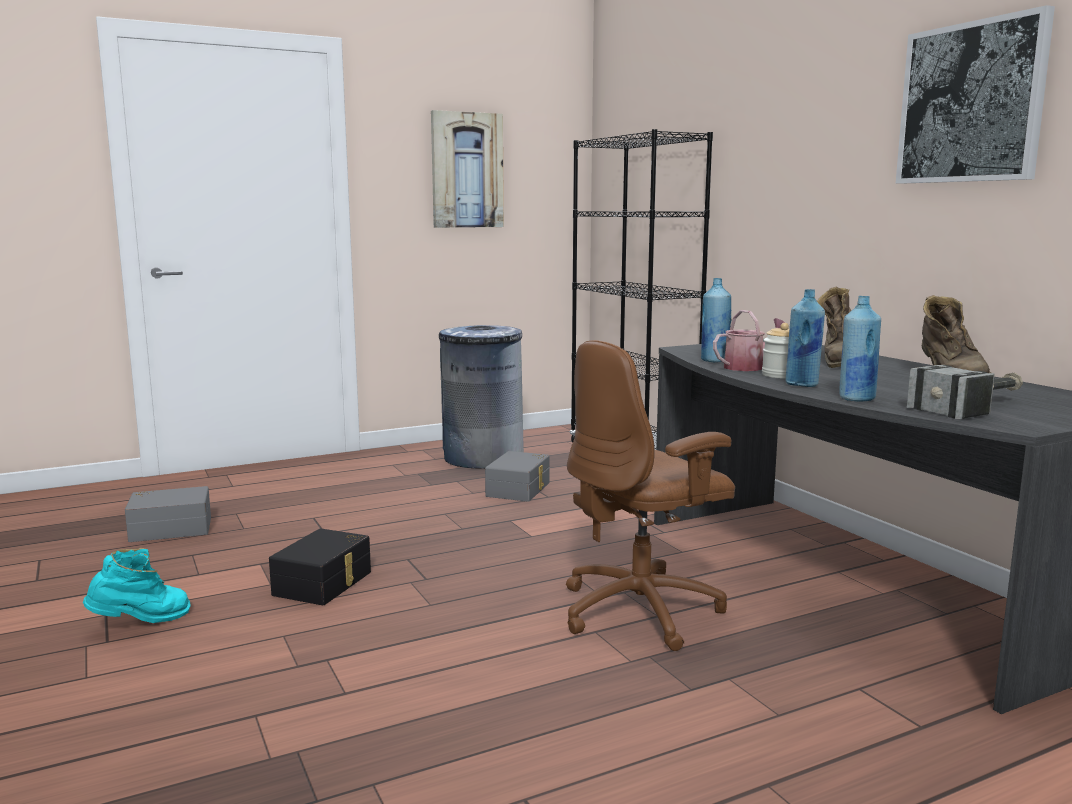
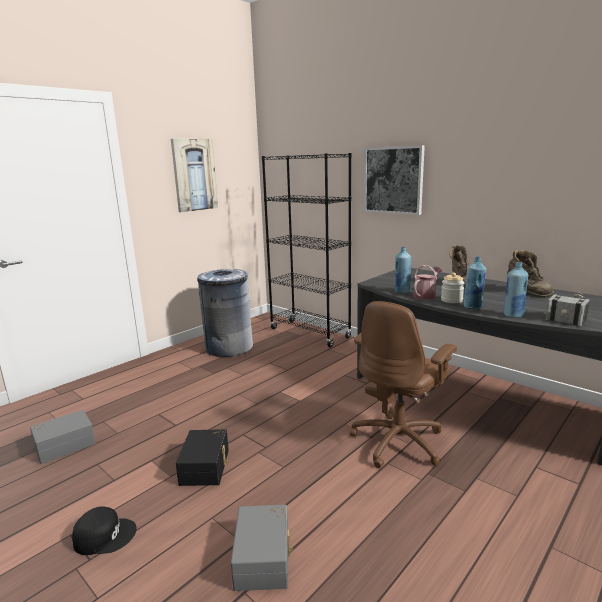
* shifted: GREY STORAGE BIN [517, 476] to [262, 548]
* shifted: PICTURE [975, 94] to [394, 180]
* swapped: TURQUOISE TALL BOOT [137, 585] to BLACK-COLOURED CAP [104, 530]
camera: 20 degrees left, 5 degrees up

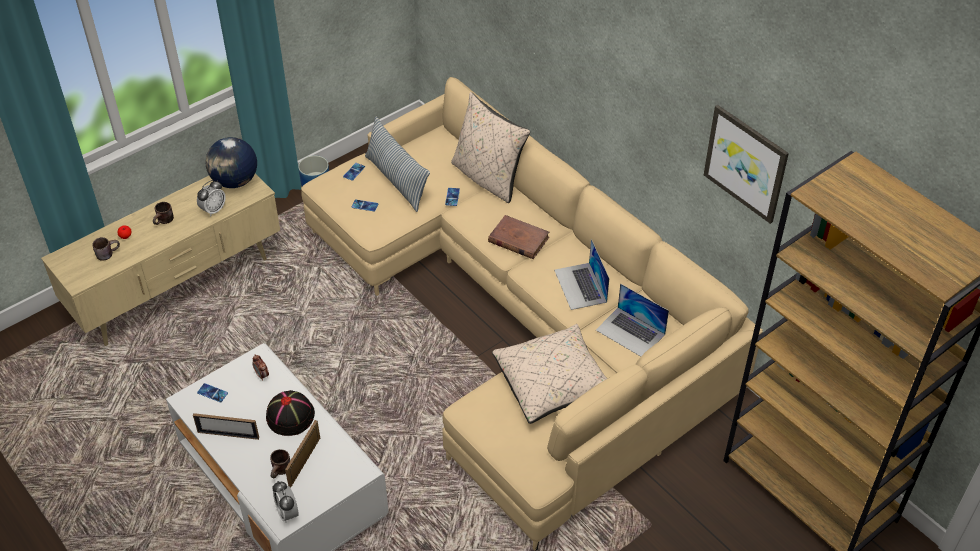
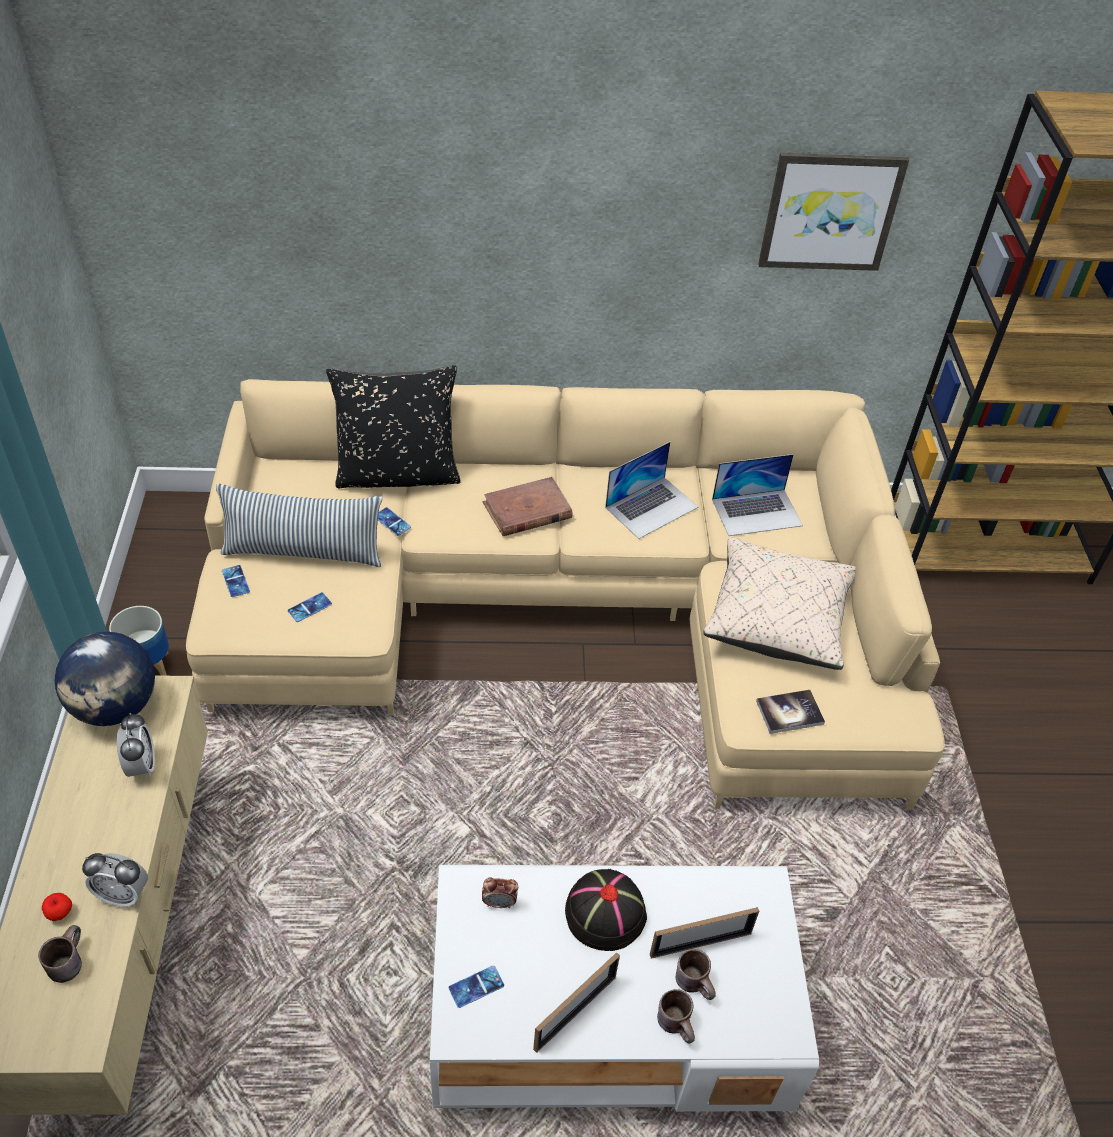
* new: BOUND BOOK [790, 712]
* shifted: BROWN COFFEE MUG [163, 213] to [676, 1016]
* shifted: ALARM CLOCK [285, 501] to [115, 880]
* repainted: SAND-COLOURED CUSHION [490, 147] to BLACK-COLOURED CUSHION [393, 427]
* rotated: PICTURE FRAME [302, 453] = [704, 933] 75 degrees counterclockwise
* rotated: NOTEBOOK COMPUTER [582, 274] = [651, 490] 60 degrees counterclockwise
camera: 55 degrees left, 0 degrees up

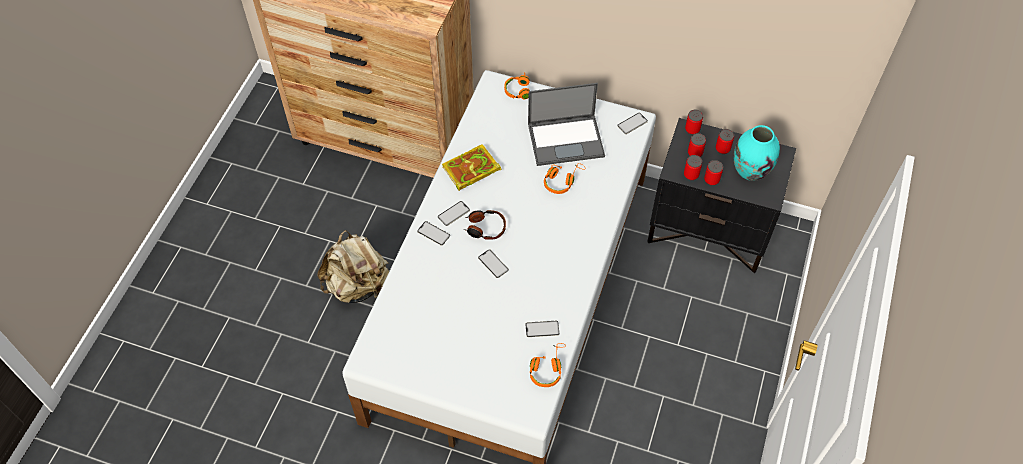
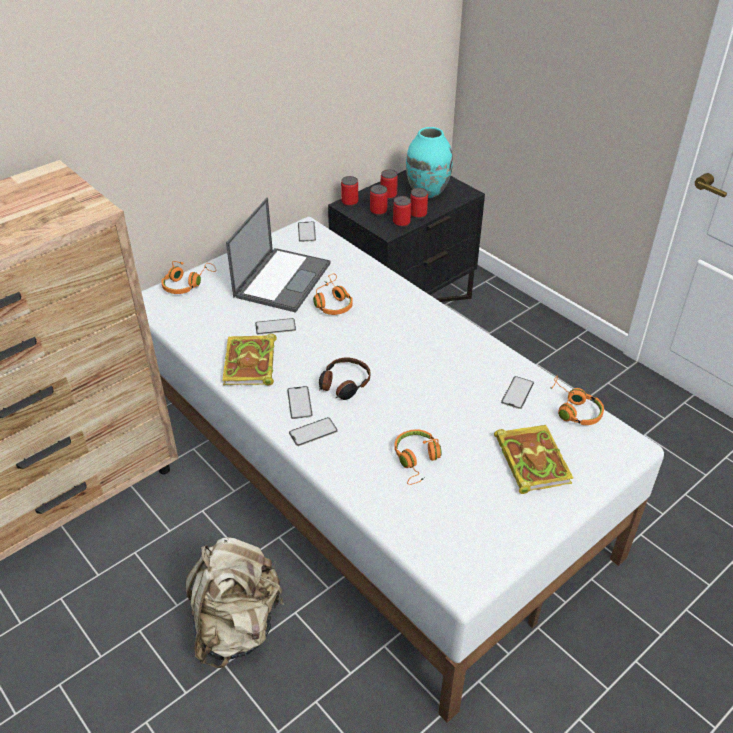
* new: ORANGE-COLOURED HEADPHONES [417, 457]
* new: BOUND BOOK [533, 459]
* shifted: TELEPHONE [493, 263] to [275, 326]
camera: 60 degrees left, 15 degrees down

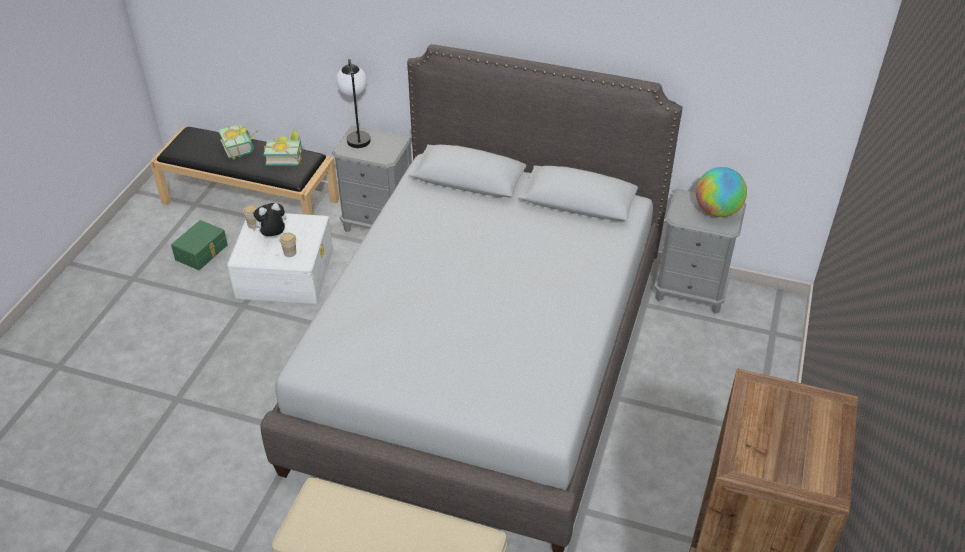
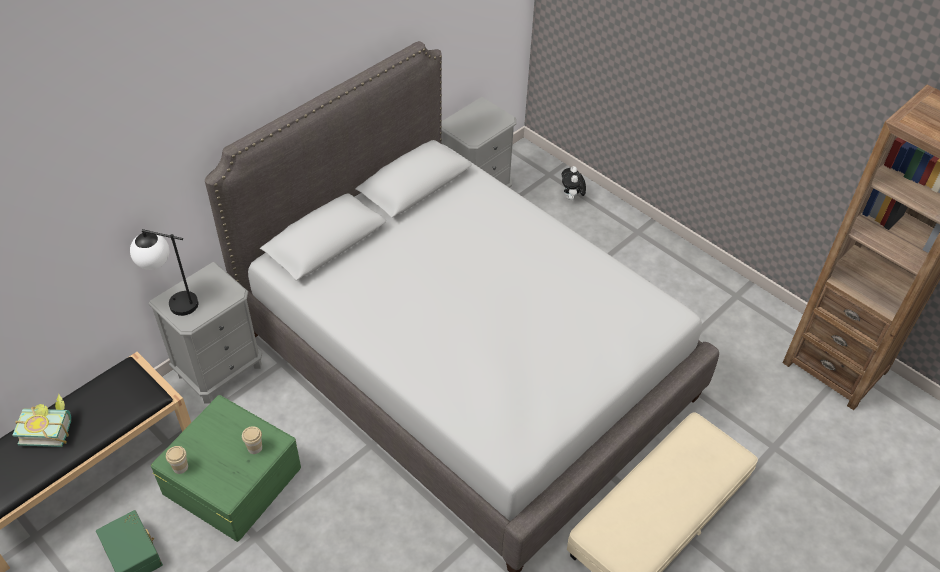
* gone: BOUND BOOK [283, 147]
* gone: WORLD GLOBE [721, 192]
* shifted: SOFT TOY [270, 219] to [574, 183]
* repainted: WHITISH STORAGE BIN [280, 258] to GREEN STORAGE BIN [226, 468]
camera: 65 degrees left, 5 degrees up

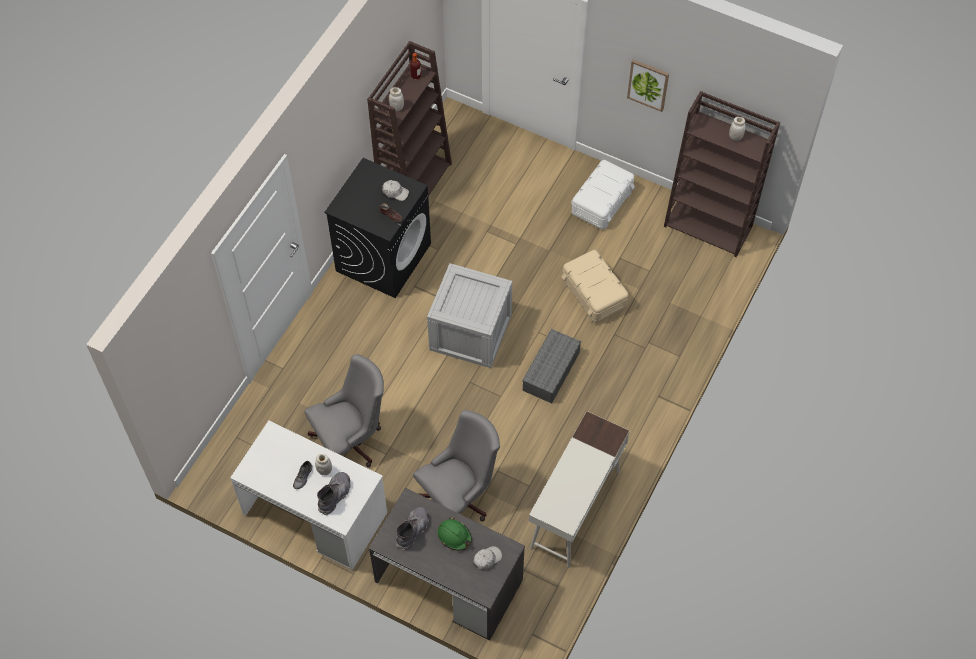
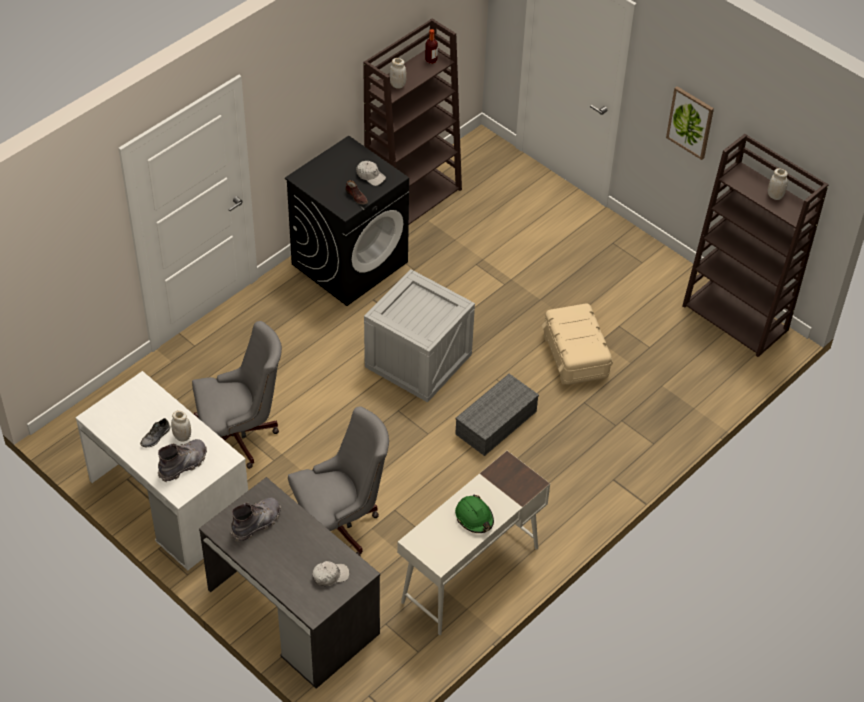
* gone: WHITISH STORAGE BIN [603, 194]
* shifted: GREEN HARD HAT [455, 534] to [474, 514]
camera: 15 degrees right, 10 degrees down

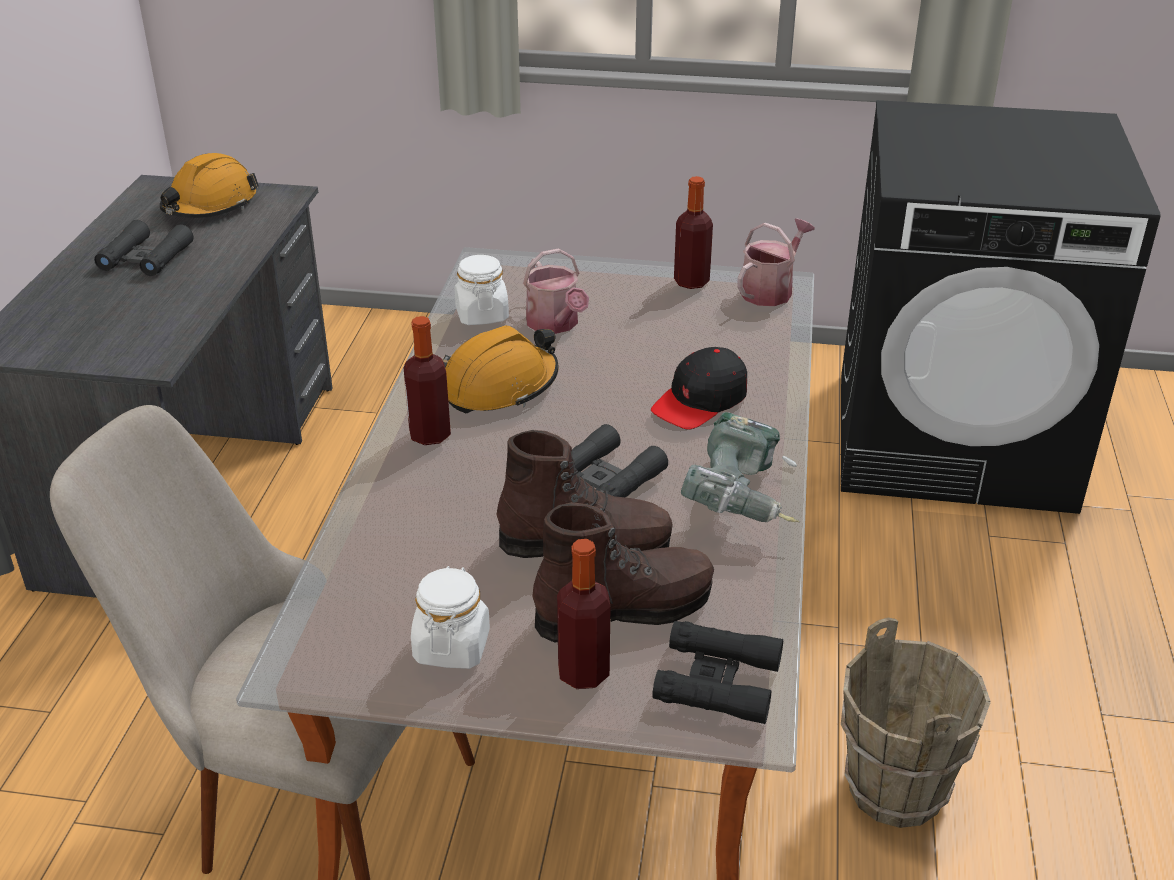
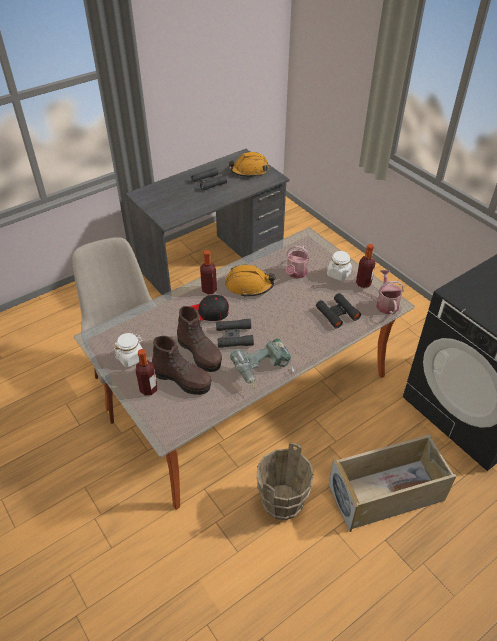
* new: SAND-COLOURED STORAGE BIN [392, 483]
* shifted: WHITISH STORAGE JAR [481, 290] to [339, 266]
* shifted: BLACK-COLOURED CAP [699, 388] to [209, 308]
* shifted: BLACK-COLOURED FIELD GLASSES [717, 672] to [338, 311]
* rotated: SPRINKLING CAN [776, 262] = [390, 292] 90 degrees counterclockwise
camera: 45 degrees right, 10 degrees up

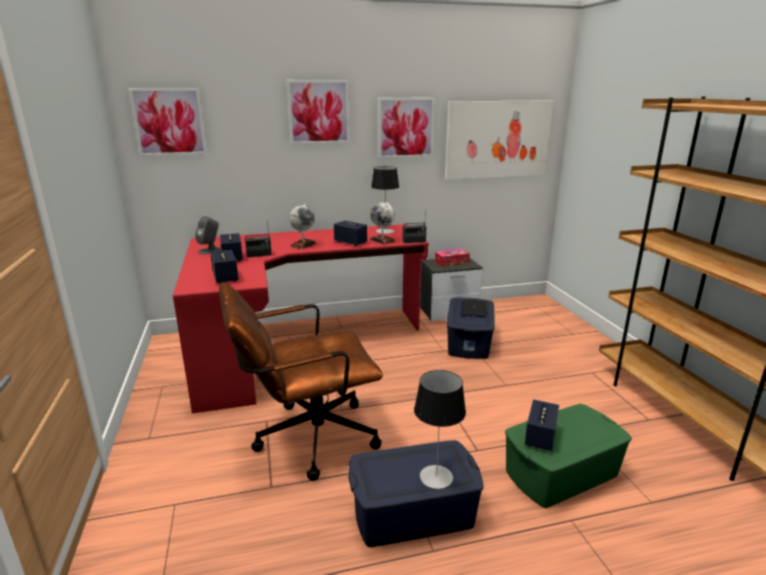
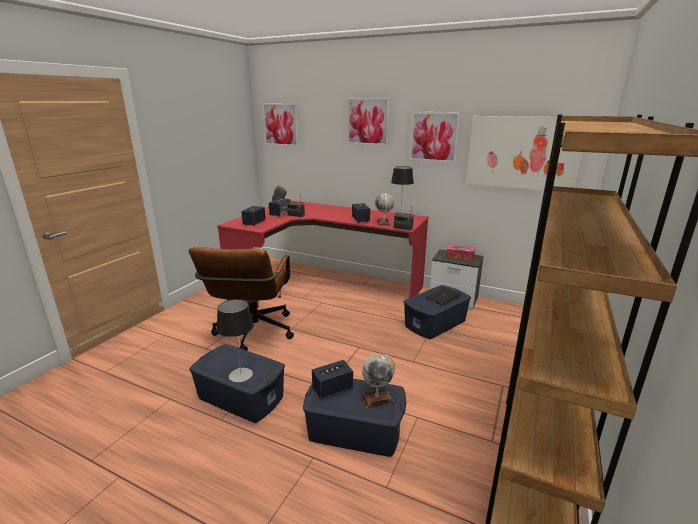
* shifted: WORLD GLOBE [303, 226] to [378, 382]
* repainted: GREEN STORAGE BIN [568, 456] to BLUE STORAGE BIN [355, 418]
* rotated: BROWN COMPUTER CHAIR [301, 381] = [241, 299] 105 degrees counterclockwise
camera: 40 degrees right, 0 degrees up

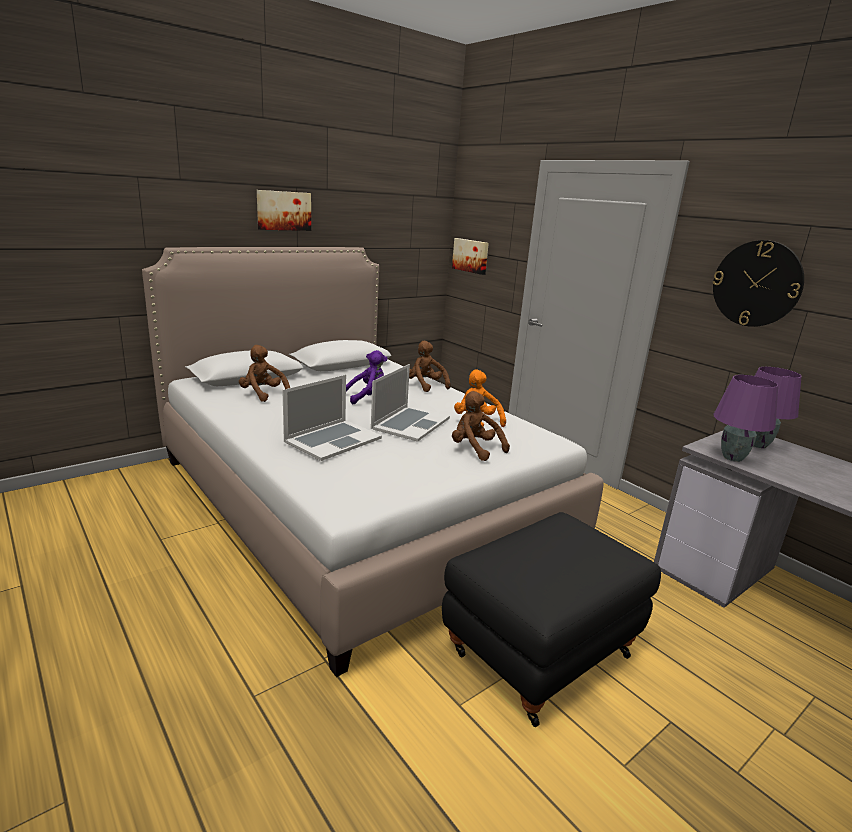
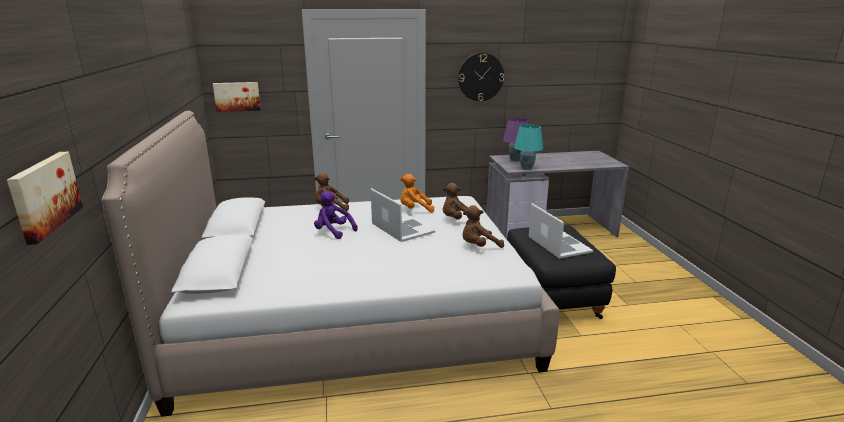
* shifted: BROWN SOFT TOY [264, 373] to [483, 226]
* shifted: PICTURE [284, 210] to [45, 198]
* shifted: NOTEBOOK COMPUTER [332, 418] to [561, 231]
* repainted: PURPLISH TABLETOP LAMP [746, 418] to TURQUOISE TABLETOP LAMP [528, 147]
* rotated: PURPLISH SOFT TOY [367, 377] = [336, 215] 60 degrees counterclockwise
camera: 60 degrees left, 0 degrees up

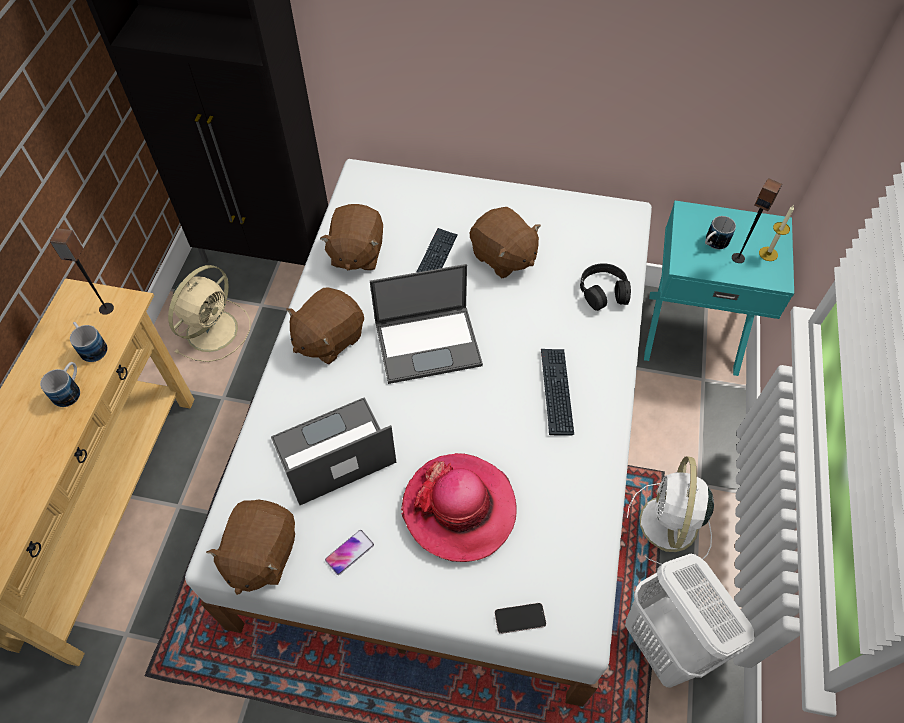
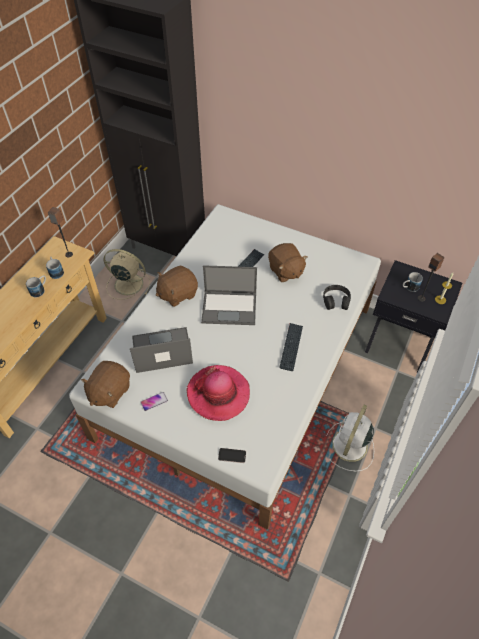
* gone: BROWN SOFT TOY [351, 237]
* gone: WHITISH LAUNDRY BASKET [690, 620]
* repainted: TURQUOISE NIGHTSTAND [719, 288] to BLACK-COLOURED NIGHTSTAND [413, 316]
* rotated: SAND-COLOURED COOLING FAN [209, 313] = [127, 274] 120 degrees counterclockwise
camera: 15 degrees right, 5 degrees down

